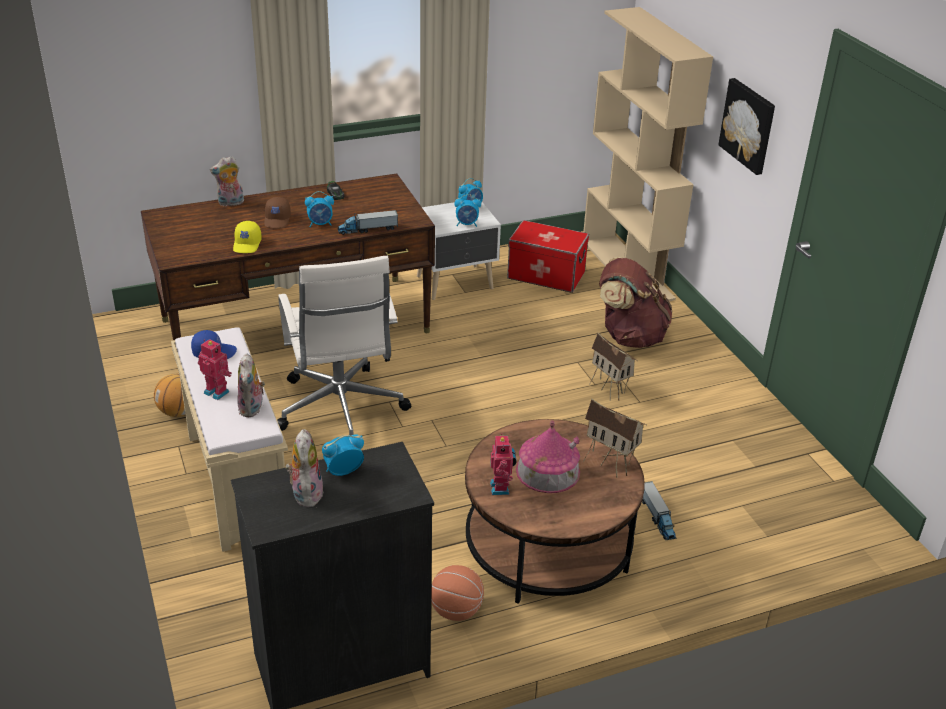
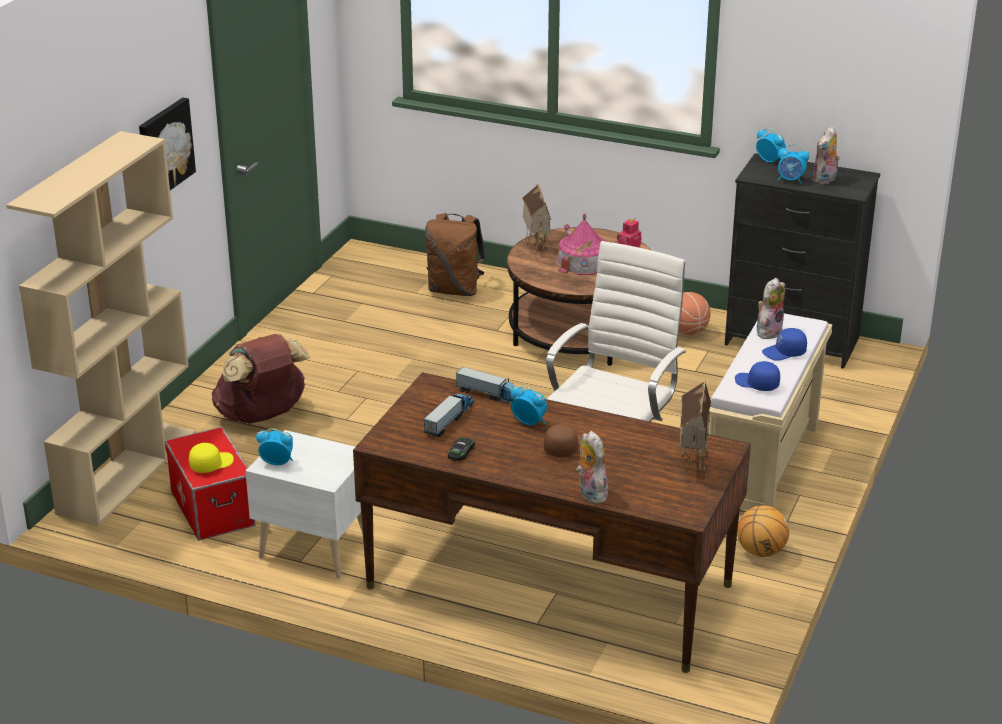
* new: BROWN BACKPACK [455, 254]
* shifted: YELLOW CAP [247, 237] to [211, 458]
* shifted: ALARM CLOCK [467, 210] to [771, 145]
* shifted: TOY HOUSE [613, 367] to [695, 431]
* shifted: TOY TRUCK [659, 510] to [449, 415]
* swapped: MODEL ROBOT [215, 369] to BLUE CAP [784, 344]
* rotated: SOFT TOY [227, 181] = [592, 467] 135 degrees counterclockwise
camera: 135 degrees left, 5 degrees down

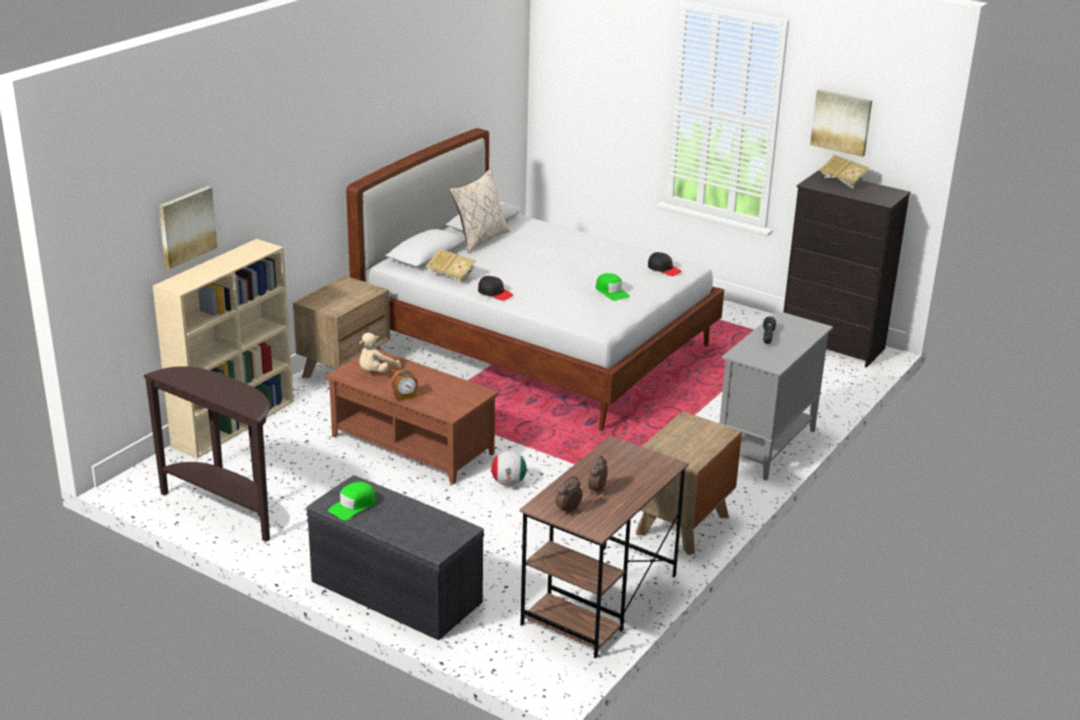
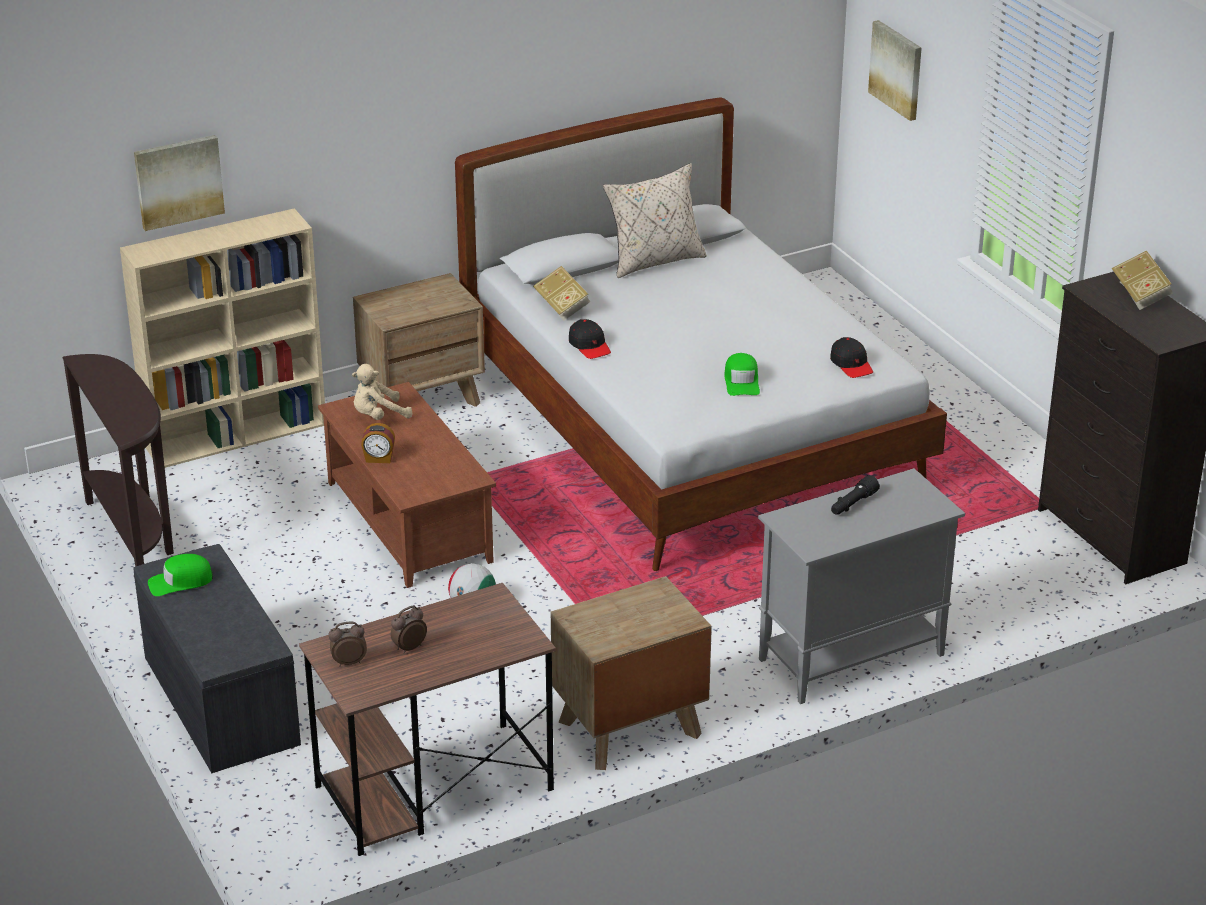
* shifted: PICTURE [841, 123] to [895, 70]
camera: 30 degrees right, 5 degrees up

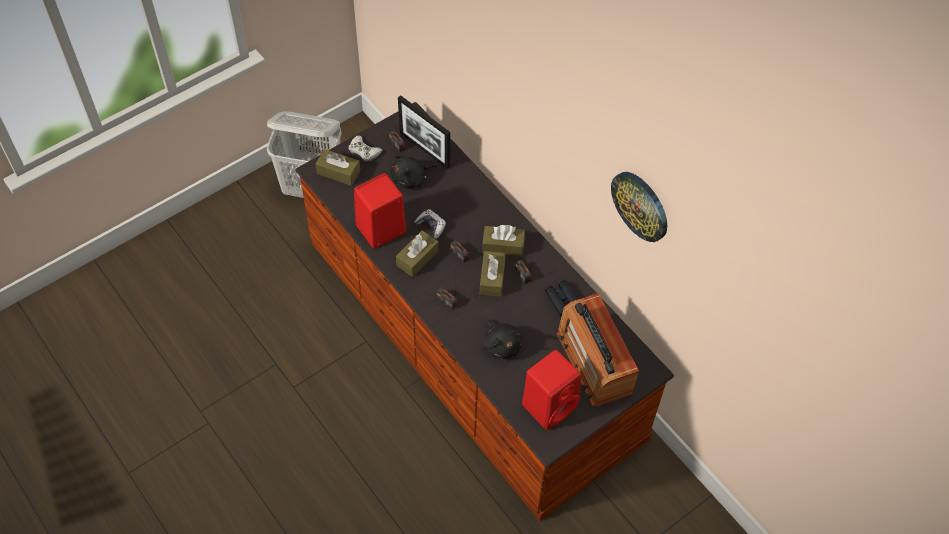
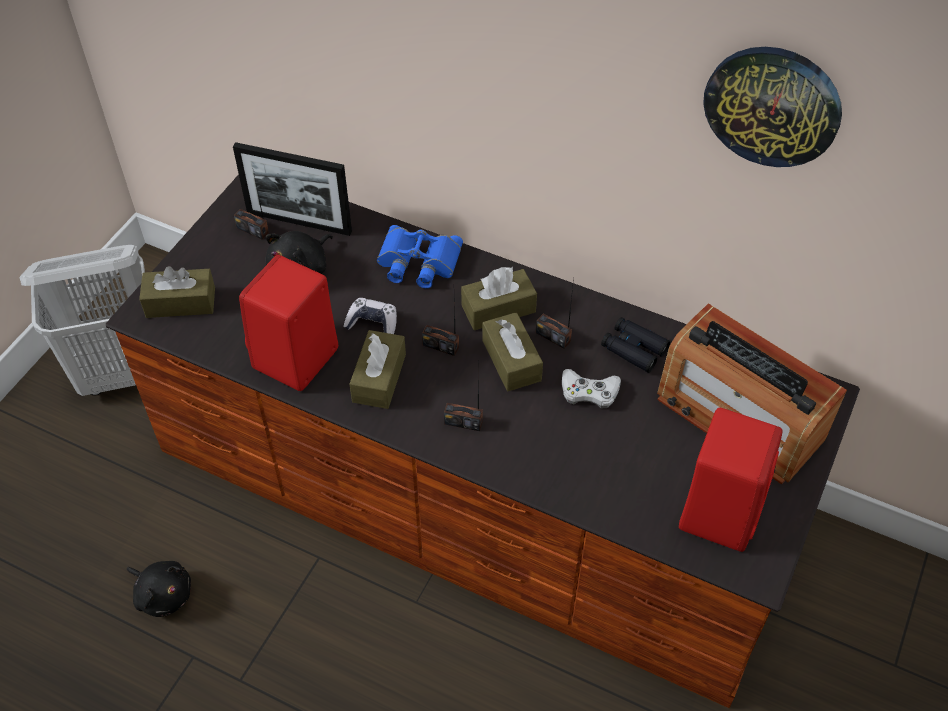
* new: BLUE FIELD GLASSES [420, 256]
* shifted: WHITISH GAME CONTROLLER [365, 149] to [591, 388]
* shifted: BLACK-COLOURED SOFT TOY [503, 339] to [159, 589]
camera: 25 degrees left, 5 degrees down

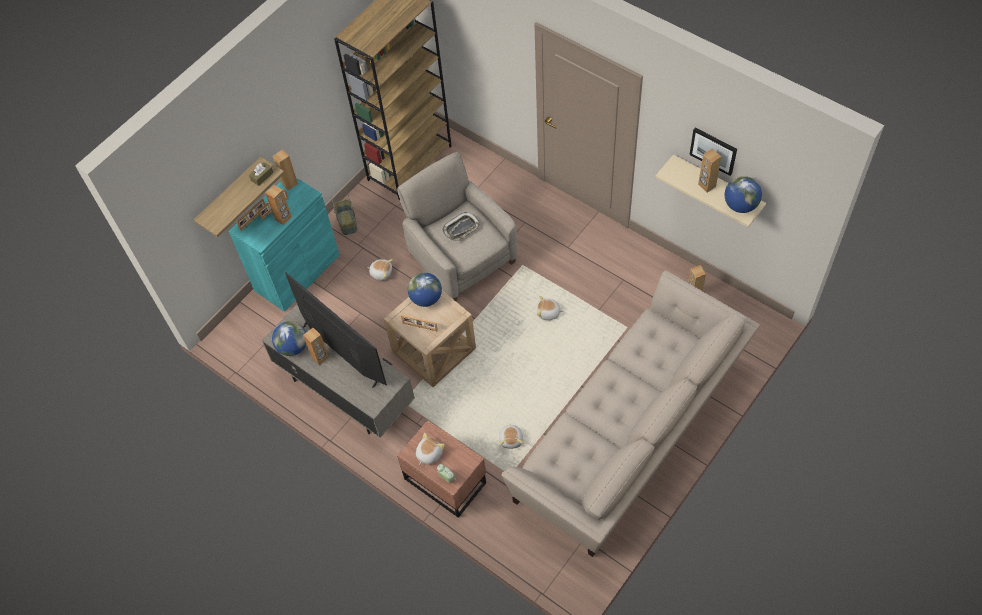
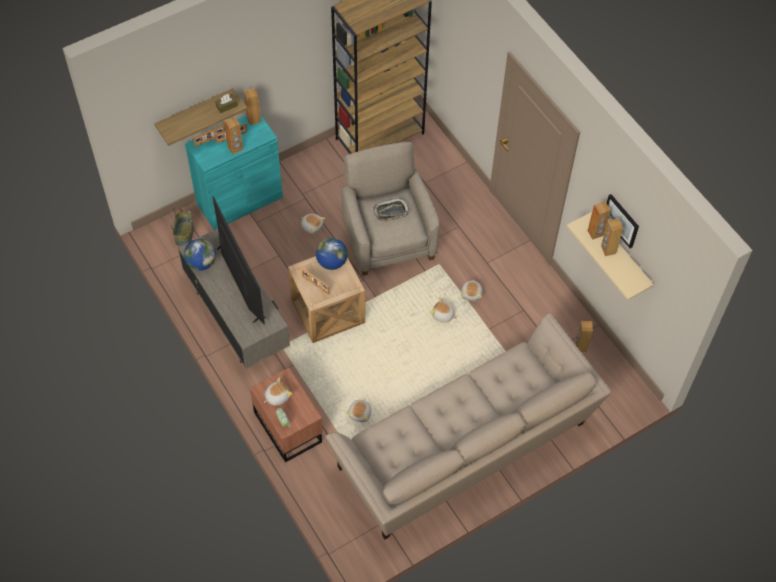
* gone: WORLD GLOBE [743, 194]
* new: SOFT TOY [472, 290]
* shifted: BROWN AUDIO SPEAKER [316, 346] to [599, 220]
* shifted: STORAGE BASKET [344, 214] to [182, 227]
camera: 15 degrees right, 0 degrees up

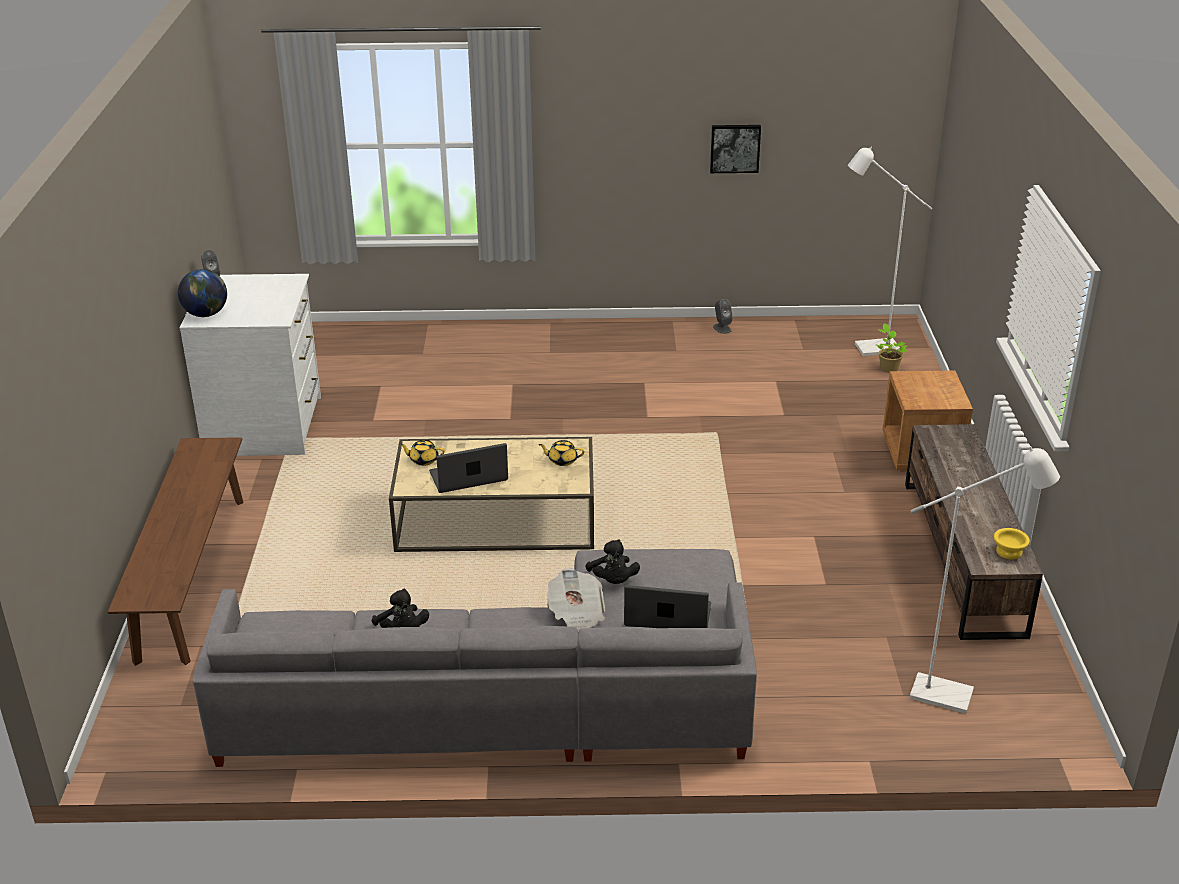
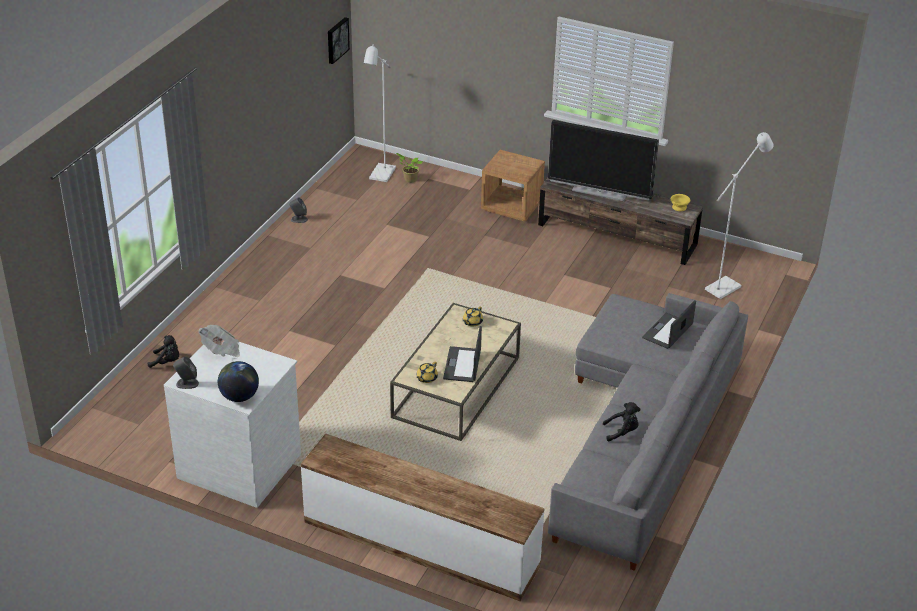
* new: TV SET [603, 160]
* shifted: DAILY PAPER [576, 599] to [219, 341]
* shifted: BLACK-COLOURED SOFT TOY [612, 561] to [163, 351]
* shifted: PICTURE [735, 149] to [339, 40]
* swapped: BROWN BENCH [176, 551] to TV UNIT [423, 517]
camera: 65 degrees left, 5 degrees up

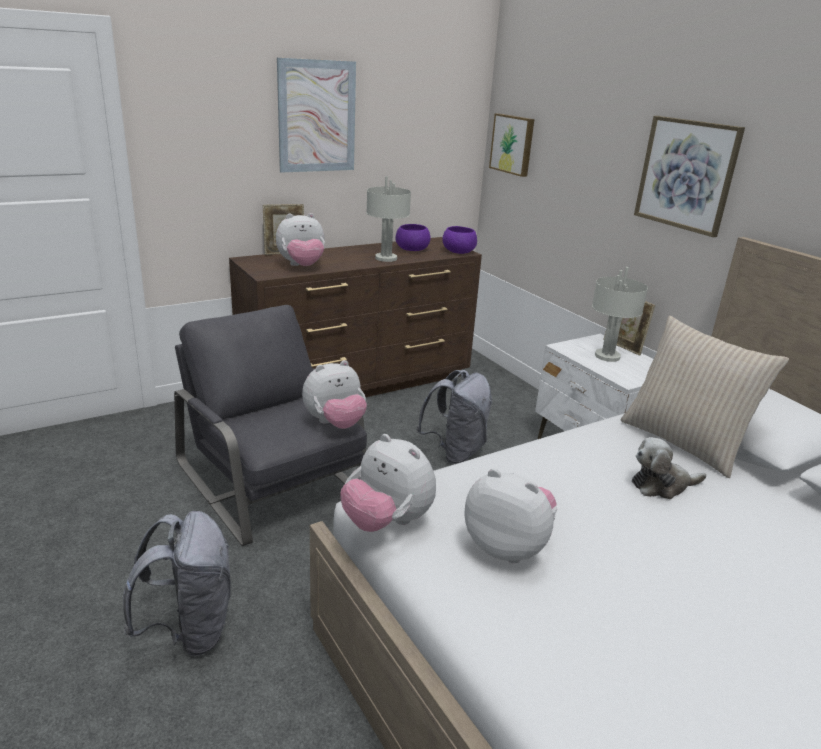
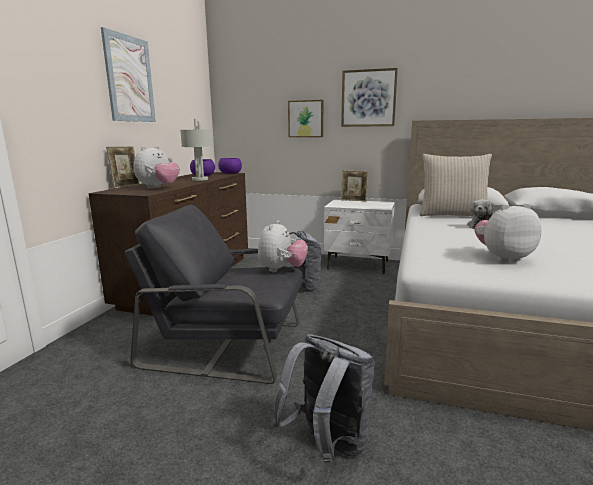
* gone: SOFT TOY [388, 483]
* gone: GREY TABLETOP LAMP [620, 314]
* shifted: PICTURE [511, 145] to [305, 118]
camera: 40 degrees left, 10 degrees down

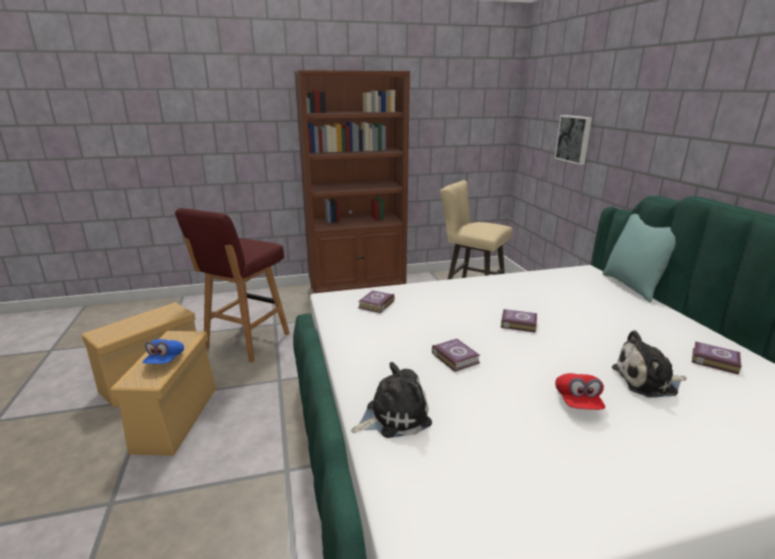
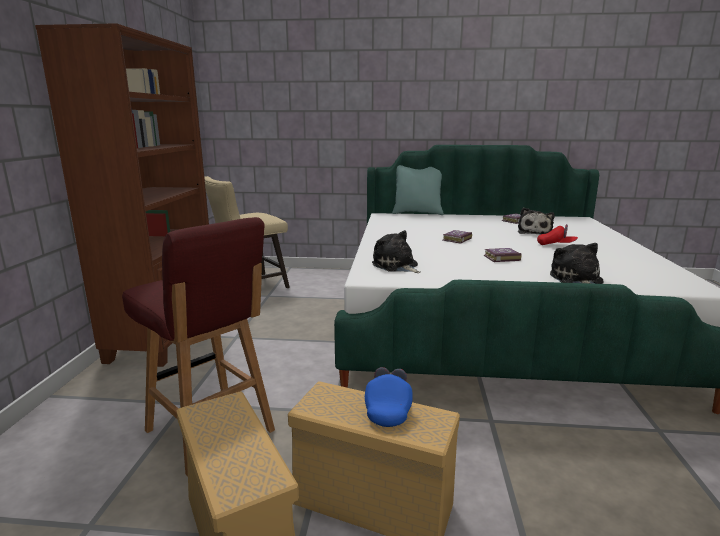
* gone: PICTURE [573, 140]
* swapped: BOUND BOOK [376, 301] to SOFT TOY [396, 251]
* rotated: BLUE CAP [163, 351] = [389, 397] 105 degrees counterclockwise
camera: 70 degrees left, 5 degrees down

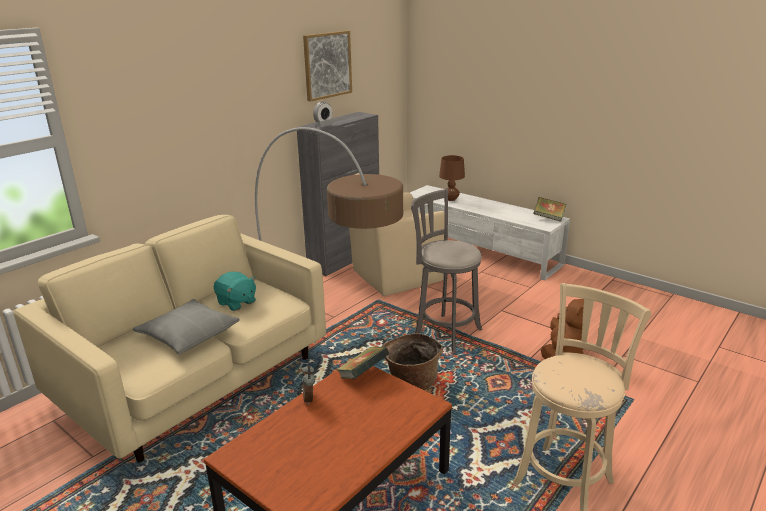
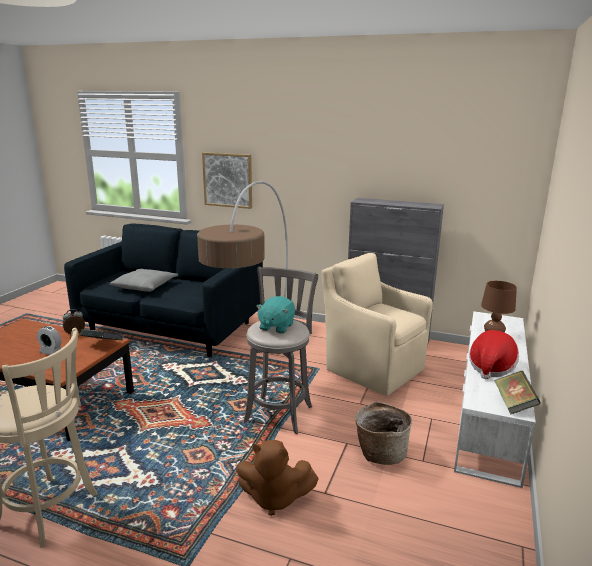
* new: HAT [494, 354]
* shifted: TURQUOISE SOFT TOY [235, 291] to [275, 315]
* shifted: PICTURE [327, 66] to [227, 180]
* shifted: ALARM CLOCK [323, 114] to [49, 340]
* shifted: STORAGE BASKET [412, 361] to [383, 433]
* repainted: SAND-COLOURED SOFA [169, 338] to BLUE SOFA [163, 290]
camera: 70 degrees right, 5 degrees down

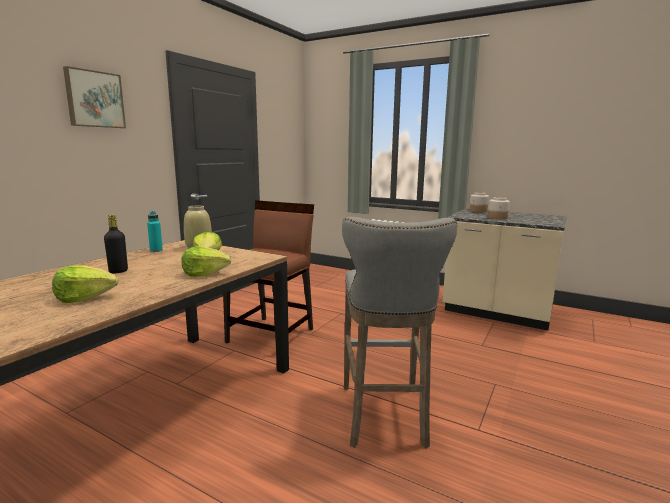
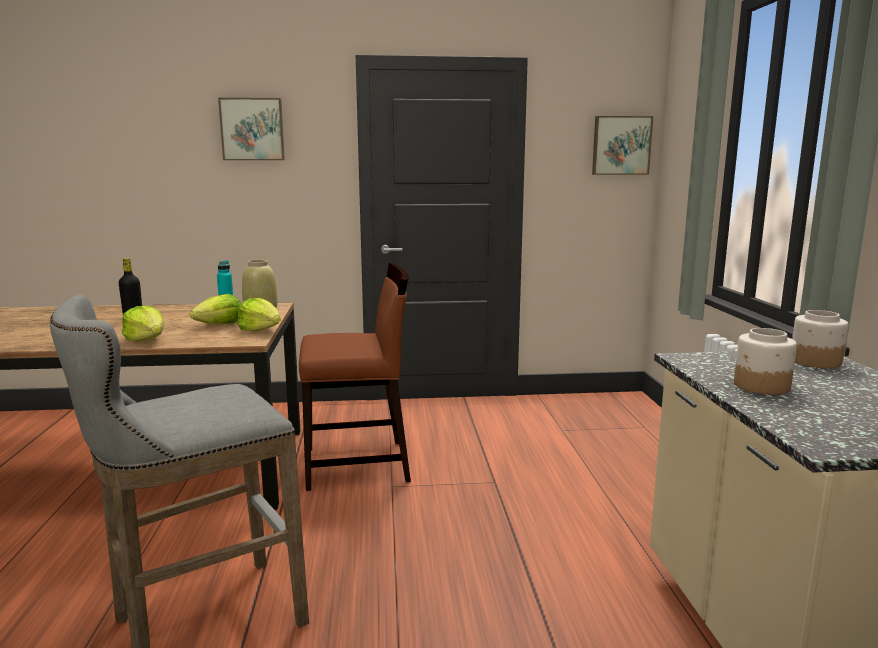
* new: PICTURE [622, 145]
* shifted: LETTUCE [85, 284] to [258, 315]
camera: 55 degrees right, 0 degrees up

